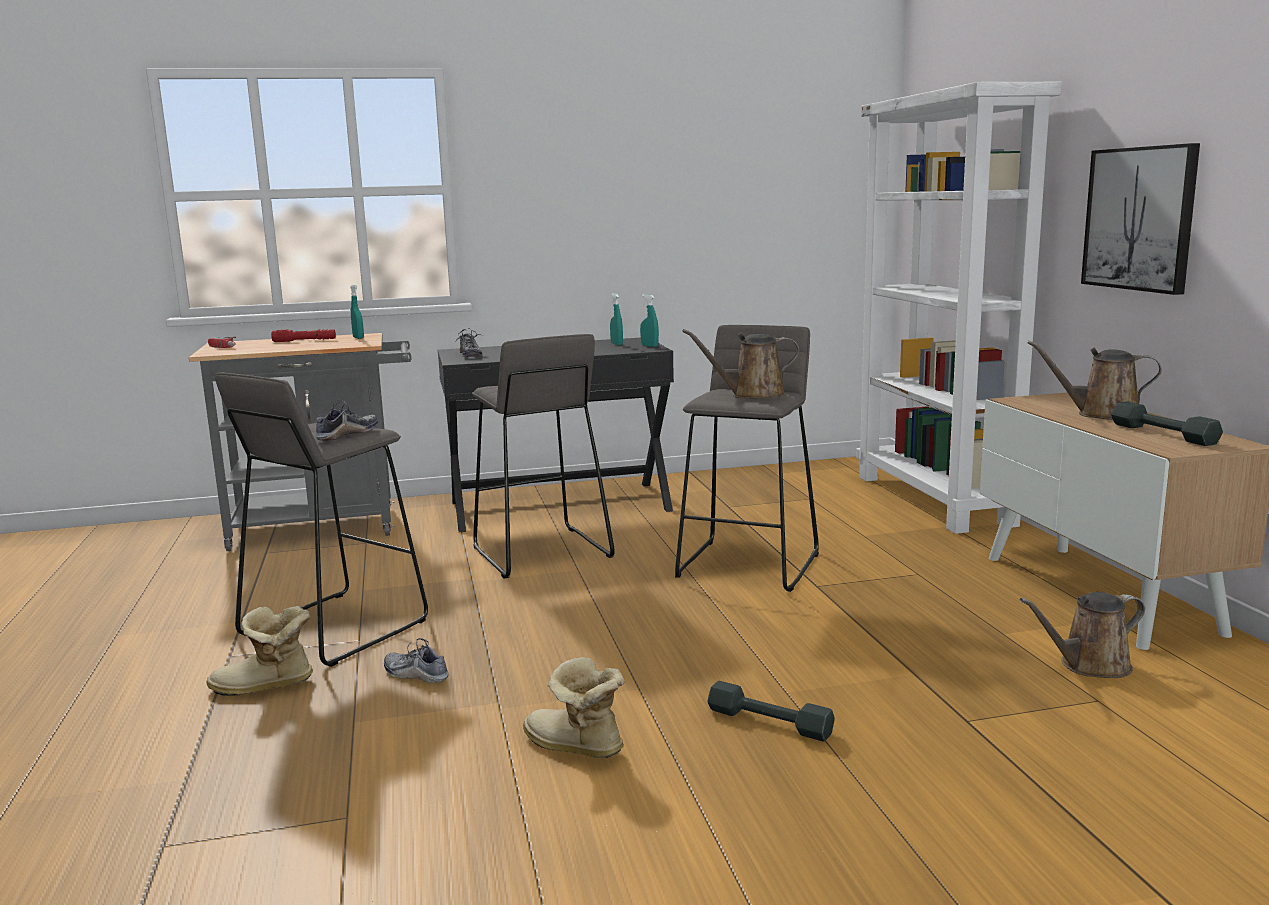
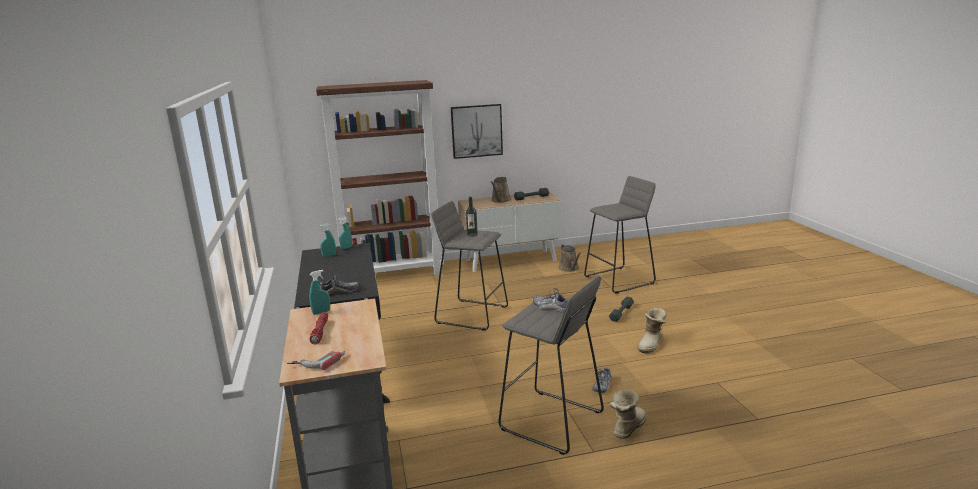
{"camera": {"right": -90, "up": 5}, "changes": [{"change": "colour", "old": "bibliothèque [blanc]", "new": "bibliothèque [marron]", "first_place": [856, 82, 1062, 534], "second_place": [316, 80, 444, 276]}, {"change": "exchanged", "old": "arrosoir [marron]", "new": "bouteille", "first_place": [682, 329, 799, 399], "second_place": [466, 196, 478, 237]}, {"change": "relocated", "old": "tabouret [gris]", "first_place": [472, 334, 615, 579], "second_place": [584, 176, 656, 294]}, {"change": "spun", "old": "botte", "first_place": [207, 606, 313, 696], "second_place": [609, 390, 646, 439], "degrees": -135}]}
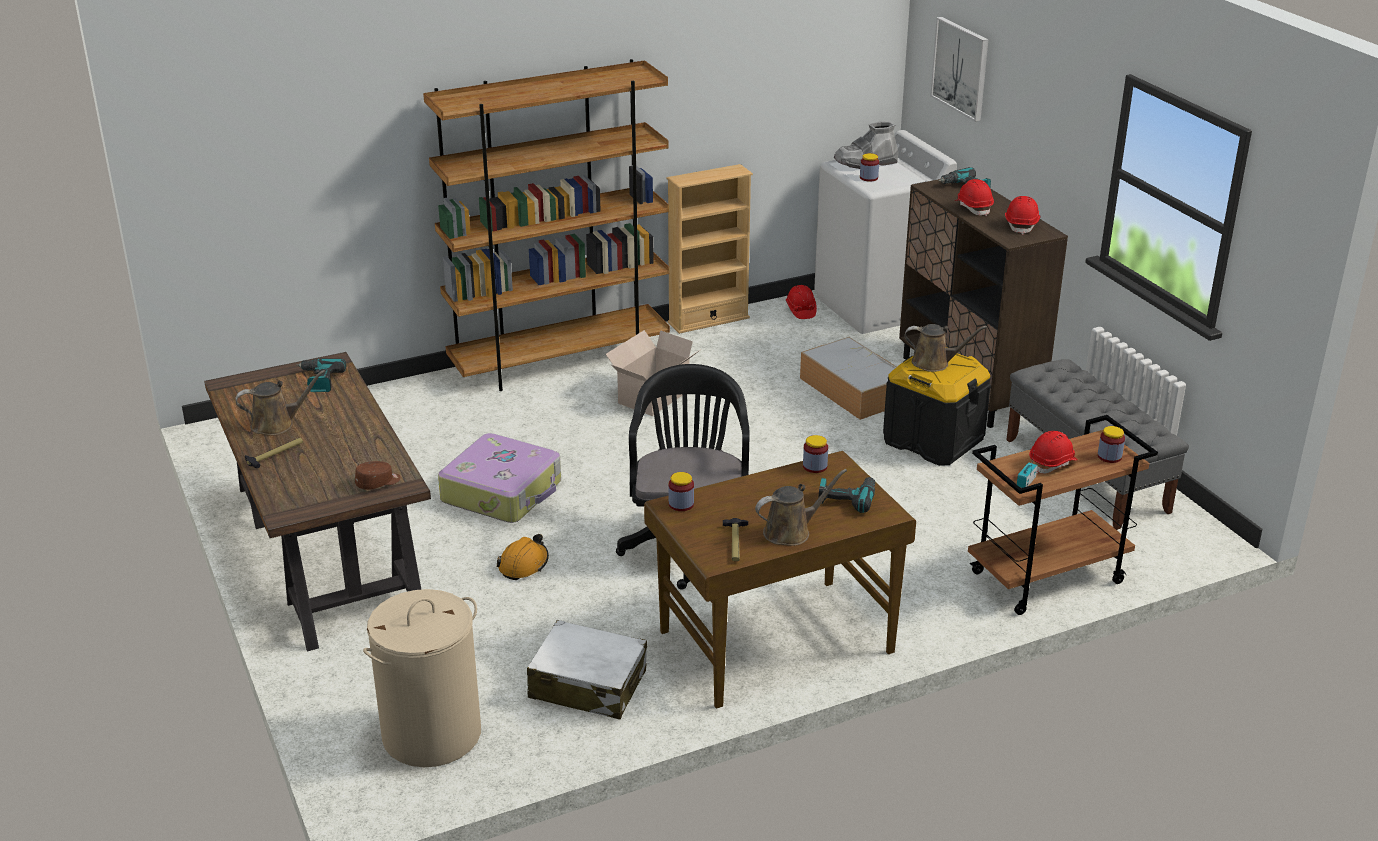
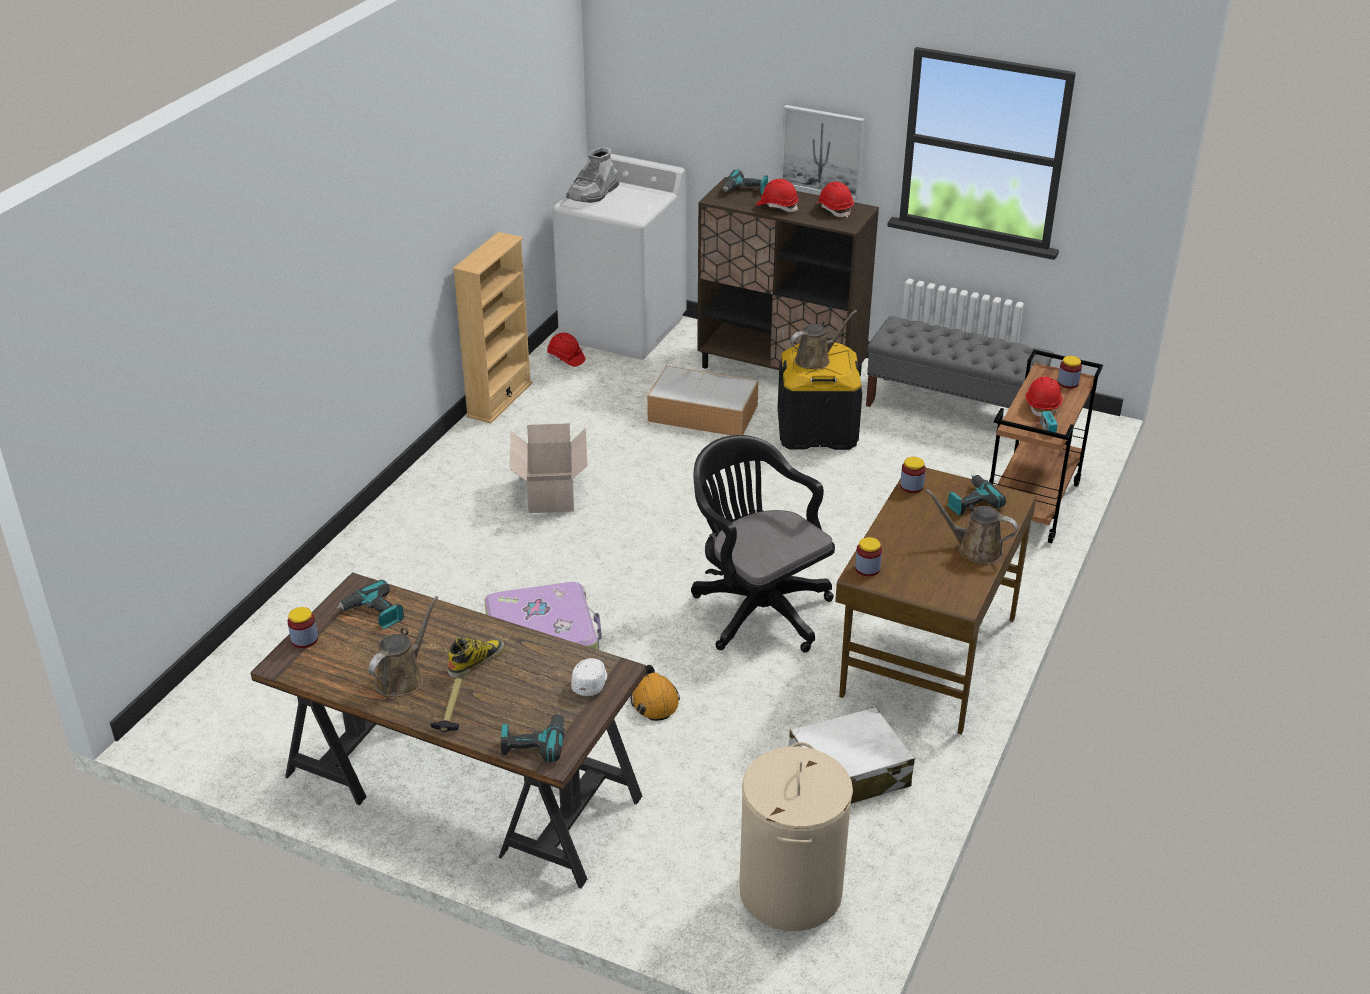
{"camera": {"right": -40, "up": 5}, "changes": [{"change": "relocated", "old": "tableau", "first_place": [930, 17, 988, 122], "second_place": [781, 105, 865, 199]}, {"change": "missing", "old": "bibliothèque [marron]", "first_place": [423, 59, 670, 391]}, {"change": "relocated", "old": "bocal", "first_place": [860, 153, 879, 182], "second_place": [288, 607, 318, 648]}, {"change": "colour", "old": "casquette [marron]", "new": "casquette [blanc]", "first_place": [355, 461, 401, 490], "second_place": [571, 658, 607, 696]}, {"change": "spun", "old": "arrosoir [marron]", "first_place": [755, 469, 847, 546], "second_place": [926, 489, 1018, 564], "degrees": -90}, {"change": "missing", "old": "marteau", "first_place": [723, 518, 748, 561]}, {"change": "appeared", "new": "botte", "second_place": [448, 637, 504, 678]}, {"change": "appeared", "new": "perceuse", "second_place": [501, 712, 565, 762]}]}
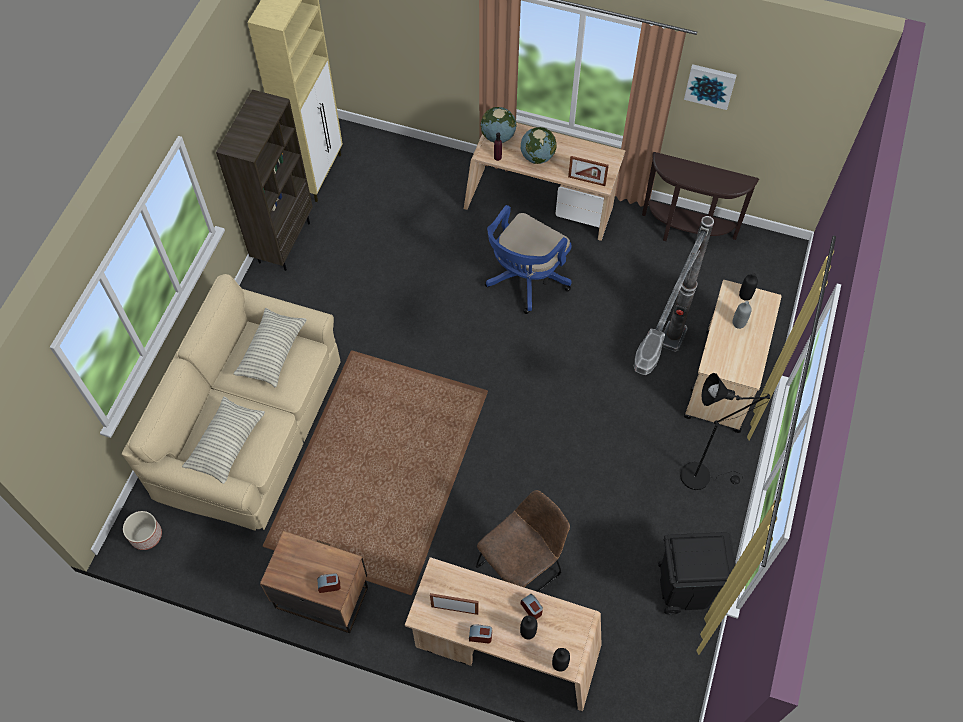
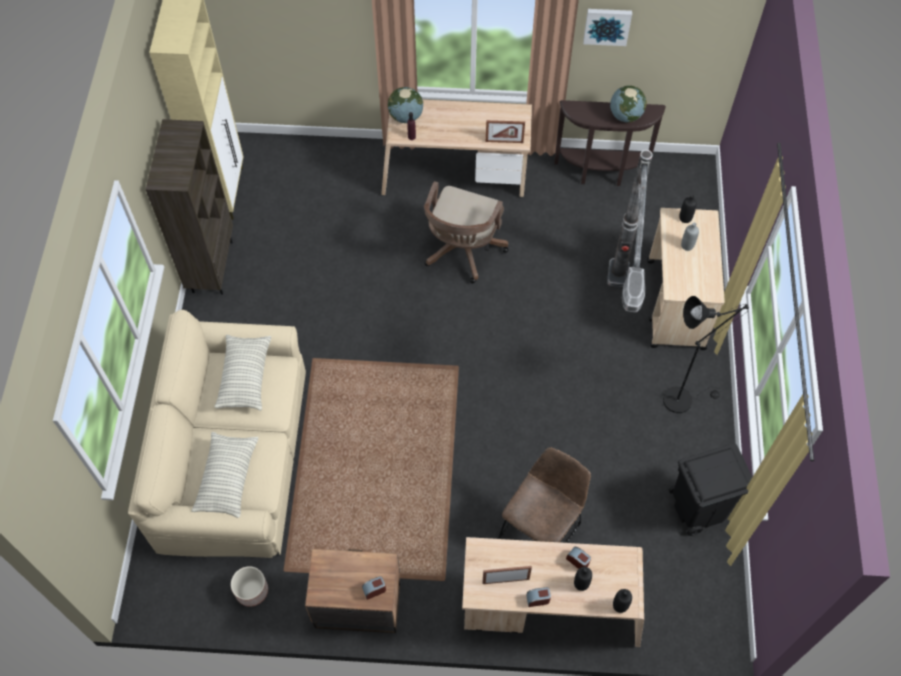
{"camera": {"right": -15, "up": 0}, "changes": [{"change": "relocated", "old": "globe", "first_place": [521, 127, 557, 164], "second_place": [610, 85, 647, 123]}, {"change": "colour", "old": "chaise de bureau [bleu]", "new": "chaise de bureau [marron]", "first_place": [485, 205, 572, 314], "second_place": [424, 181, 508, 284]}, {"change": "relocated", "old": "cache-pot", "first_place": [123, 511, 162, 550], "second_place": [231, 566, 268, 607]}]}
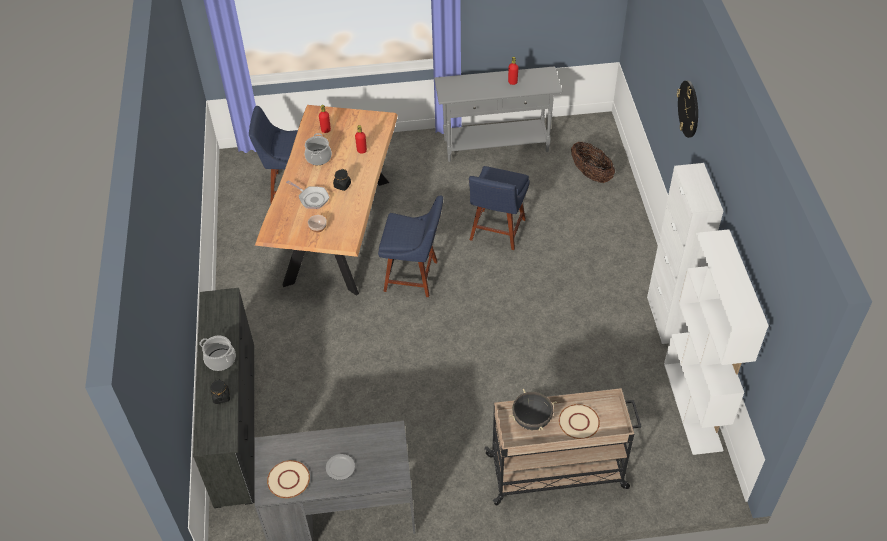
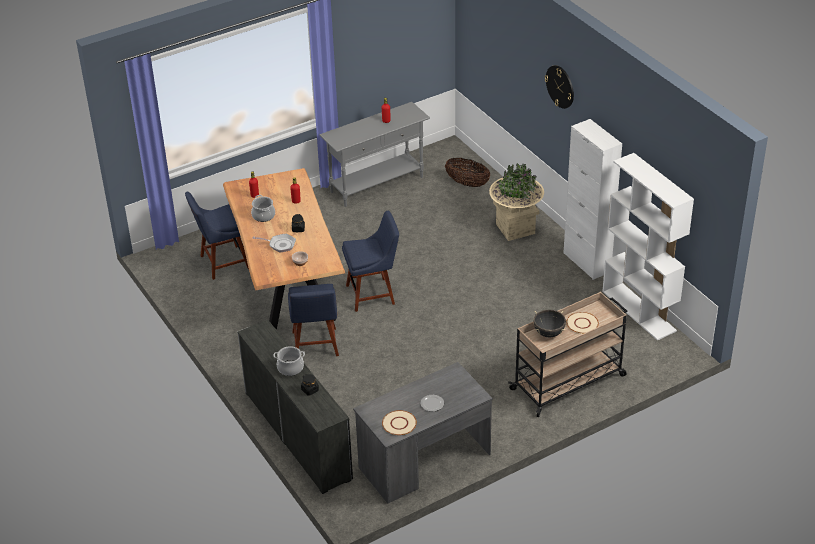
{"camera": {"right": -25, "up": -10}, "changes": [{"change": "relocated", "old": "chaise [bleu]", "first_place": [469, 166, 530, 250], "second_place": [288, 284, 339, 356]}, {"change": "appeared", "new": "cache-pot [beige]", "second_place": [489, 163, 544, 241]}]}
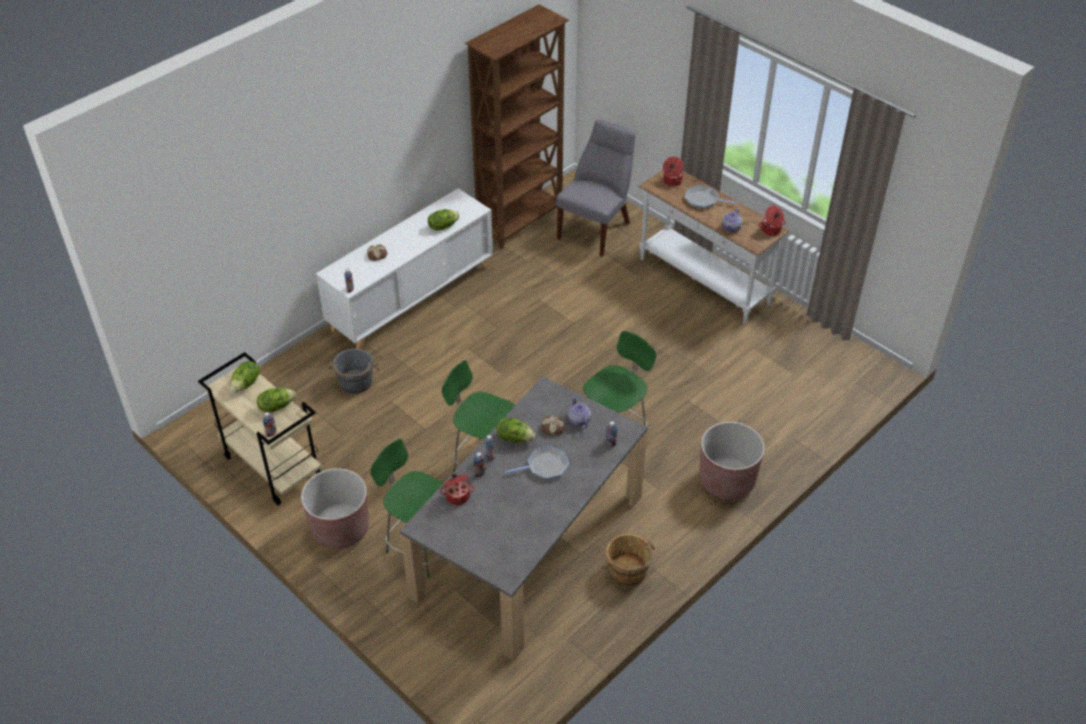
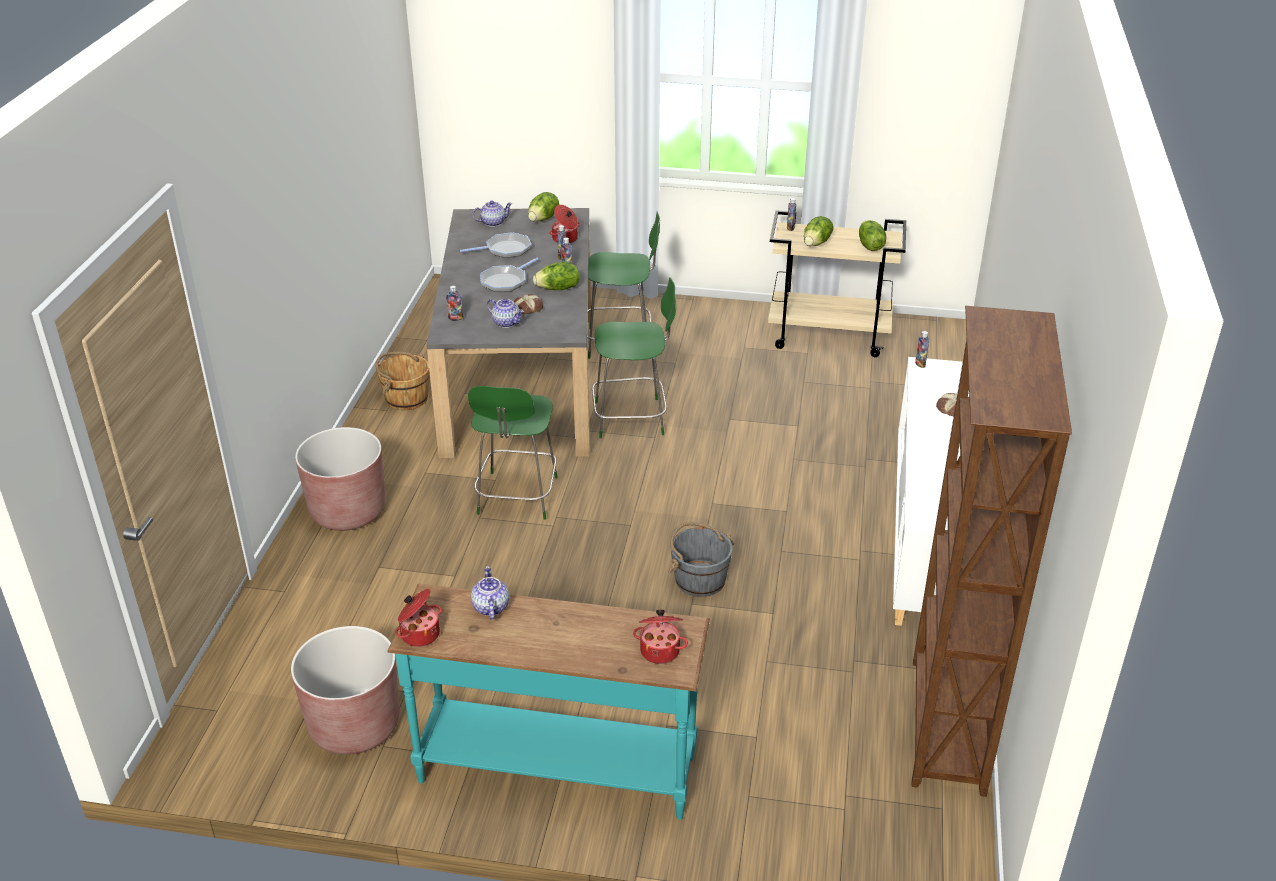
{"camera": {"right": 145, "up": -10}, "changes": [{"change": "missing", "old": "chaise [gris]", "first_place": [556, 120, 635, 257]}, {"change": "colour", "old": "table console [blanc]", "new": "table console [turquoise]", "first_place": [638, 170, 789, 324], "second_place": [387, 584, 710, 820]}, {"change": "relocated", "old": "poêle", "first_place": [685, 185, 738, 209], "second_place": [460, 232, 531, 258]}, {"change": "relocated", "old": "laitue", "first_place": [428, 209, 460, 230], "second_place": [528, 192, 559, 221]}, {"change": "relocated", "old": "seau [gris]", "first_place": [328, 349, 380, 394], "second_place": [668, 522, 734, 597]}, {"change": "relocated", "old": "cache-pot [marron]", "first_place": [301, 468, 369, 549], "second_place": [291, 626, 399, 755]}, {"change": "appeared", "new": "théière", "second_place": [472, 200, 512, 227]}]}
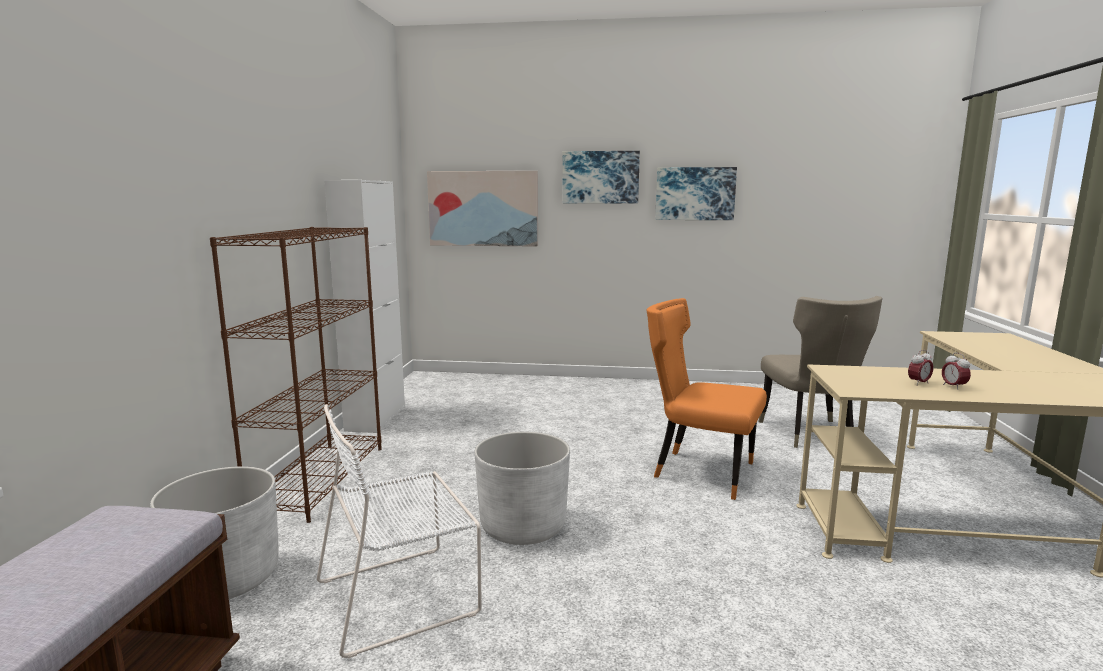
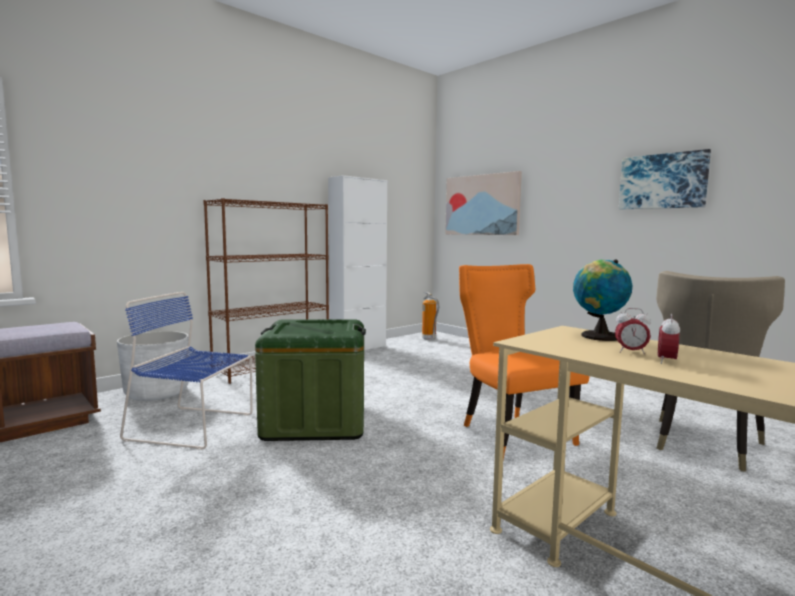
{"camera": {"right": 40, "up": -5}, "changes": [{"change": "missing", "old": "tableau", "first_place": [562, 151, 640, 204]}, {"change": "colour", "old": "chaise [blanc]", "new": "chaise [bleu]", "first_place": [317, 404, 482, 659], "second_place": [120, 292, 253, 450]}, {"change": "exchanged", "old": "cache-pot [blanc]", "new": "boîte de rangement [vert]", "first_place": [474, 432, 570, 545], "second_place": [255, 320, 366, 441]}, {"change": "appeared", "new": "globe", "second_place": [573, 259, 632, 341]}, {"change": "appeared", "new": "extincteur", "second_place": [422, 292, 439, 340]}]}
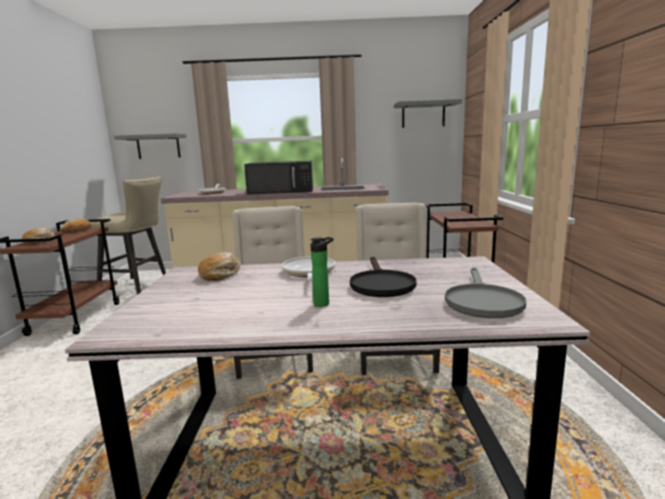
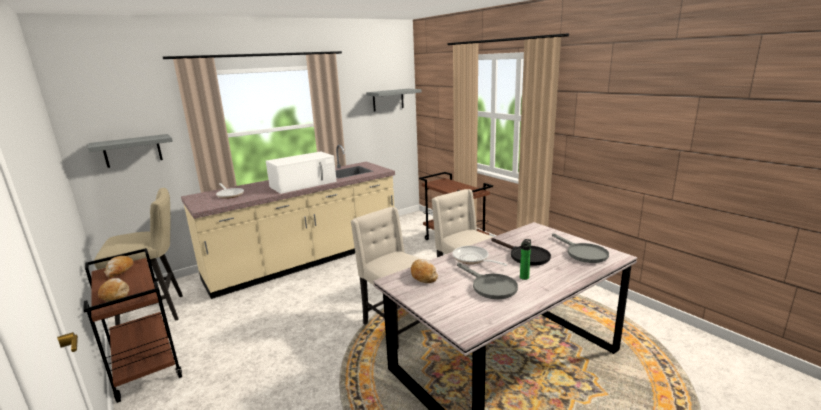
{"camera": {"right": -35, "up": 5}, "changes": [{"change": "colour", "old": "micro-ondes [noir]", "new": "micro-ondes [blanc]", "first_place": [244, 161, 313, 195], "second_place": [266, 151, 337, 194]}, {"change": "appeared", "new": "poêle [gris]", "second_place": [457, 263, 518, 299]}]}
